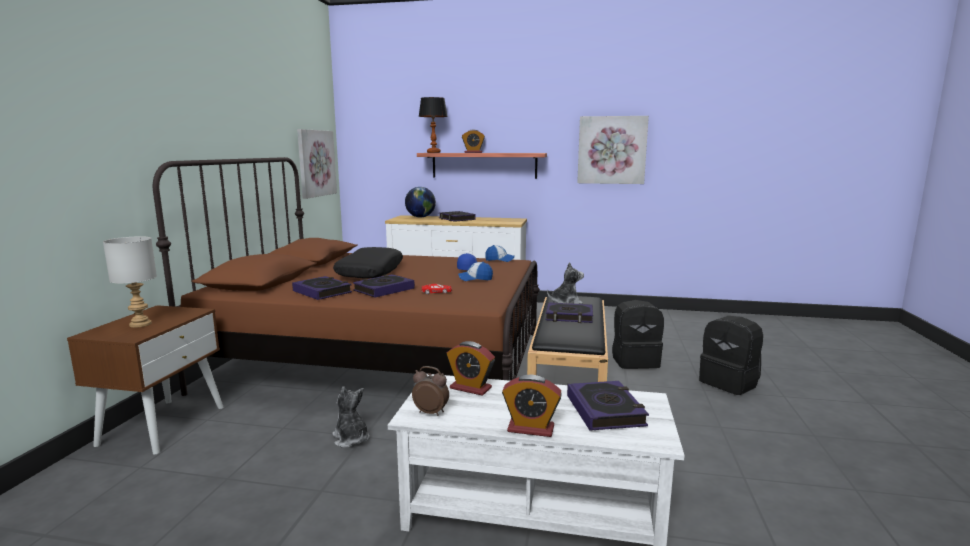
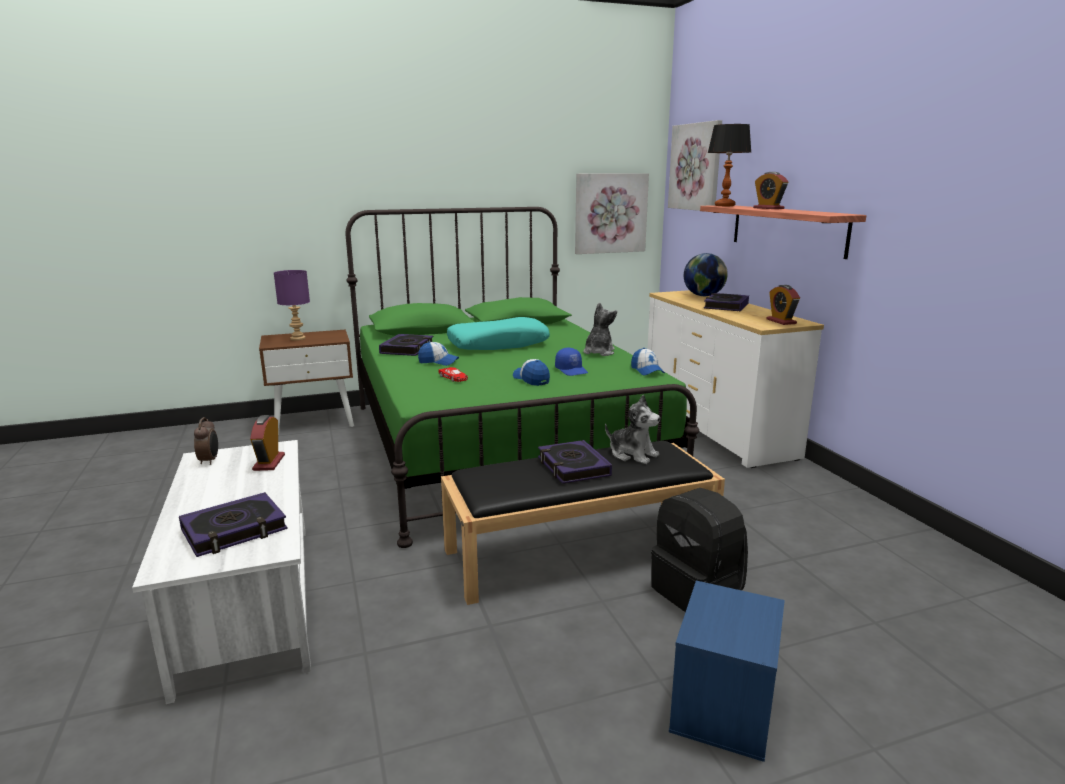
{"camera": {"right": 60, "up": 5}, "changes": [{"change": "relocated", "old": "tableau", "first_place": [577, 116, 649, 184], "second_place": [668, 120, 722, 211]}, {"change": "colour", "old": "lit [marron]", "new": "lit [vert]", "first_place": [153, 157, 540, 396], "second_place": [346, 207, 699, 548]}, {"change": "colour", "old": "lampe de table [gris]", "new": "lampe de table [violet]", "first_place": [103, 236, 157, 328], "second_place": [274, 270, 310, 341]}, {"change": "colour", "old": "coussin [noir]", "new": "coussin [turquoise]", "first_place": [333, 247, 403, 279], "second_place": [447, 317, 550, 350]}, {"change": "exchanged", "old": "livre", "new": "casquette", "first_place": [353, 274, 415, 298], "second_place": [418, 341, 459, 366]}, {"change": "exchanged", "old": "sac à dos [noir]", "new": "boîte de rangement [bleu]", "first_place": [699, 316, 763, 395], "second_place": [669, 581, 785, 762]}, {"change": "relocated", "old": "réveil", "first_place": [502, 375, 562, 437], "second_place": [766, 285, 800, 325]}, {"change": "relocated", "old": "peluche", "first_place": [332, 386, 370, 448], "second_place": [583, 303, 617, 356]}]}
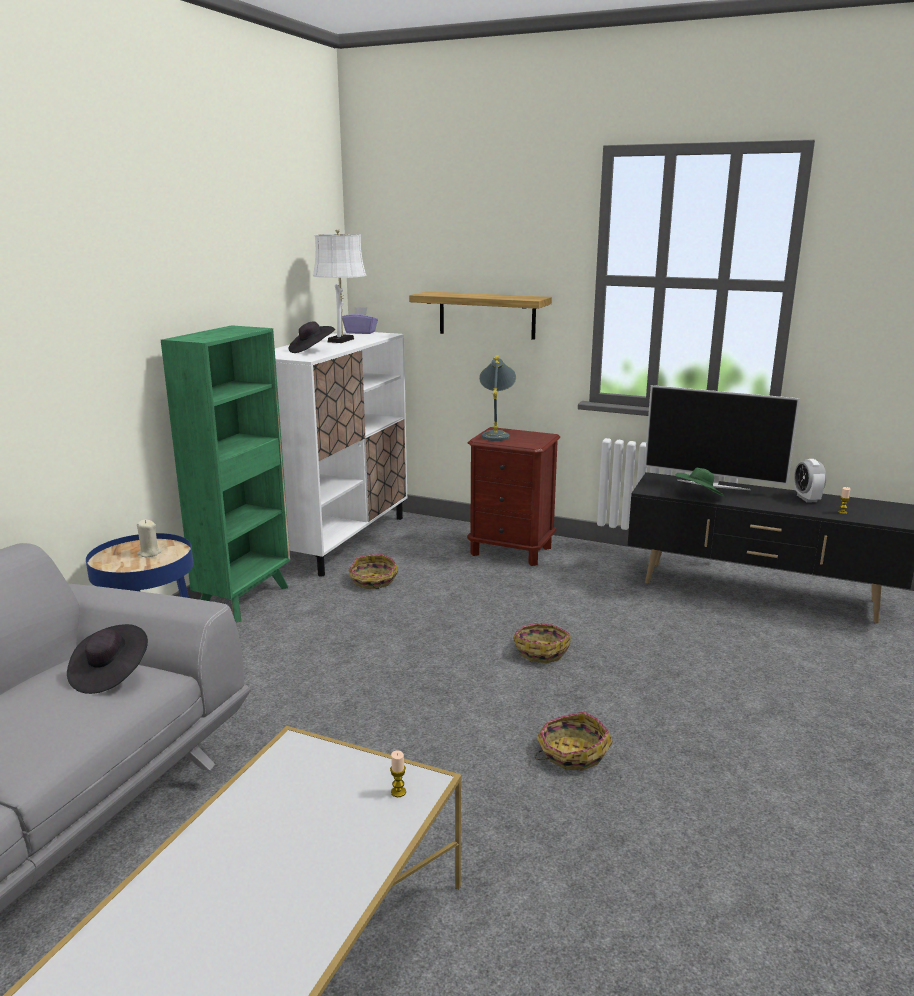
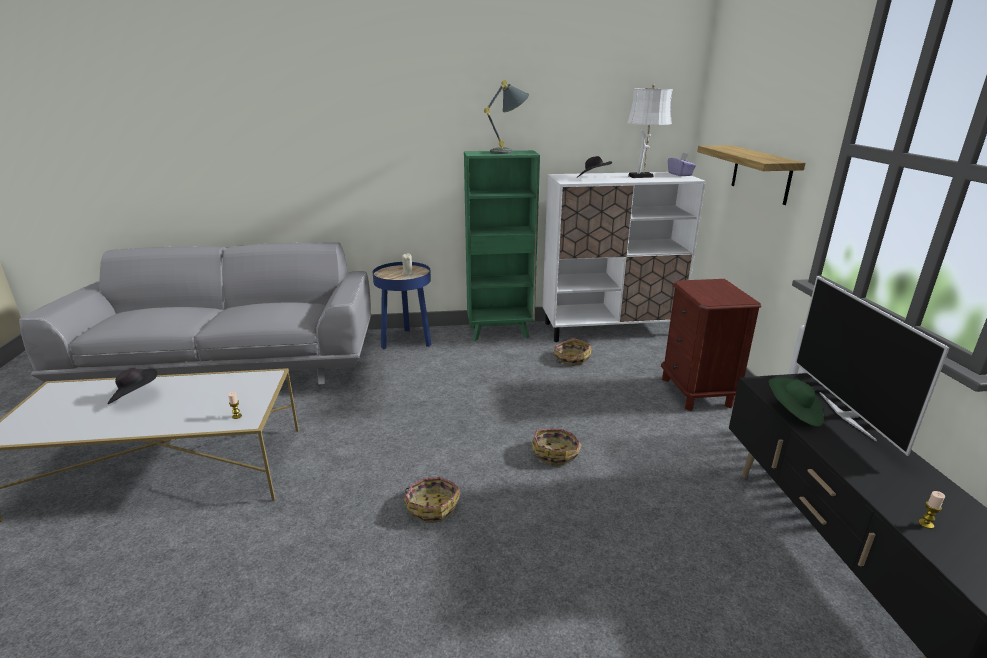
{"camera": {"right": 60, "up": 5}, "changes": [{"change": "relocated", "old": "lampe de table [gris]", "first_place": [479, 356, 516, 441], "second_place": [484, 80, 529, 154]}, {"change": "missing", "old": "réveil", "first_place": [794, 459, 826, 503]}, {"change": "relocated", "old": "chapeau [noir]", "first_place": [67, 624, 148, 694], "second_place": [108, 368, 157, 404]}]}
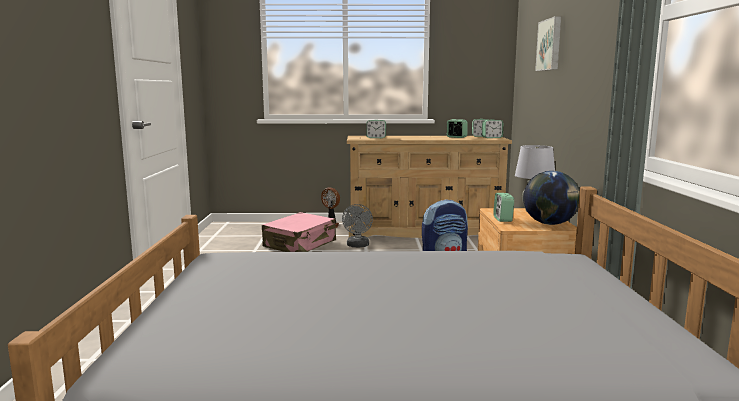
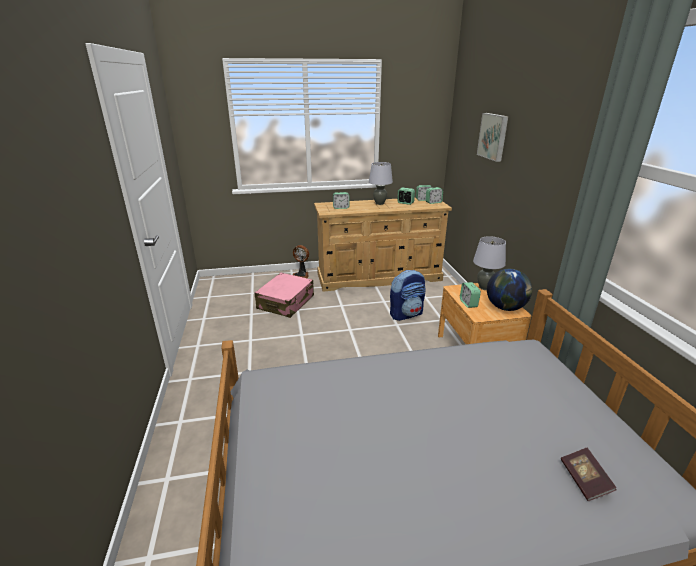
{"camera": {"right": -10, "up": 15}, "changes": [{"change": "missing", "old": "ventilateur [gris]", "first_place": [342, 204, 373, 247]}, {"change": "appeared", "new": "lampe de table [gris]", "second_place": [369, 162, 393, 205]}, {"change": "appeared", "new": "livre", "second_place": [561, 448, 617, 502]}]}
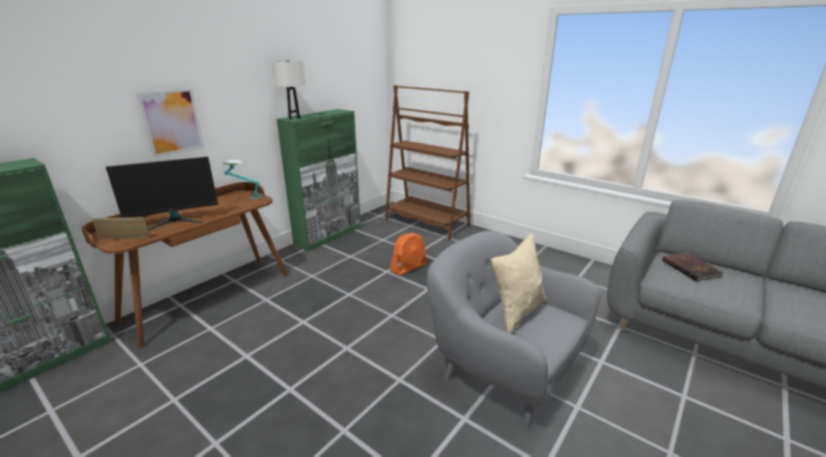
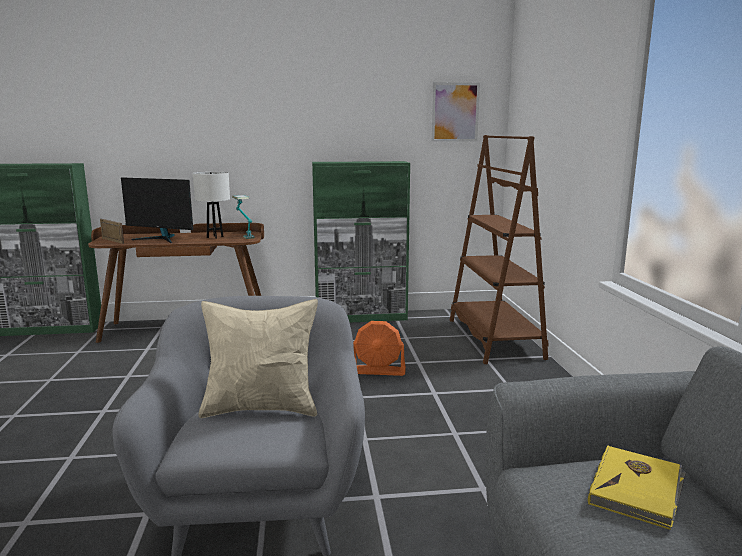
{"camera": {"right": 45, "up": -10}, "changes": [{"change": "relocated", "old": "lampe de table [blanc]", "first_place": [272, 60, 306, 120], "second_place": [193, 172, 230, 239]}, {"change": "relocated", "old": "tableau", "first_place": [136, 88, 204, 157], "second_place": [431, 82, 480, 142]}, {"change": "colour", "old": "livre [marron]", "new": "livre [jaune]", "first_place": [662, 253, 723, 281], "second_place": [588, 446, 686, 530]}]}
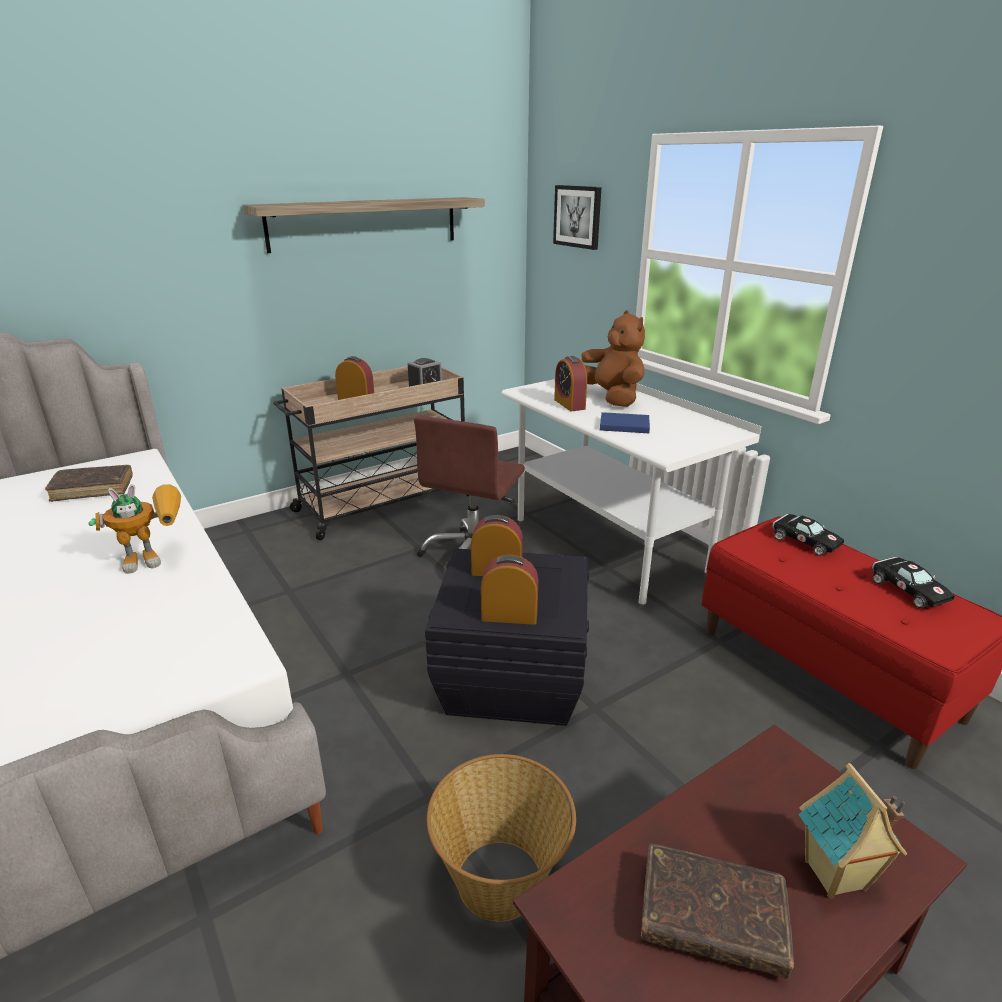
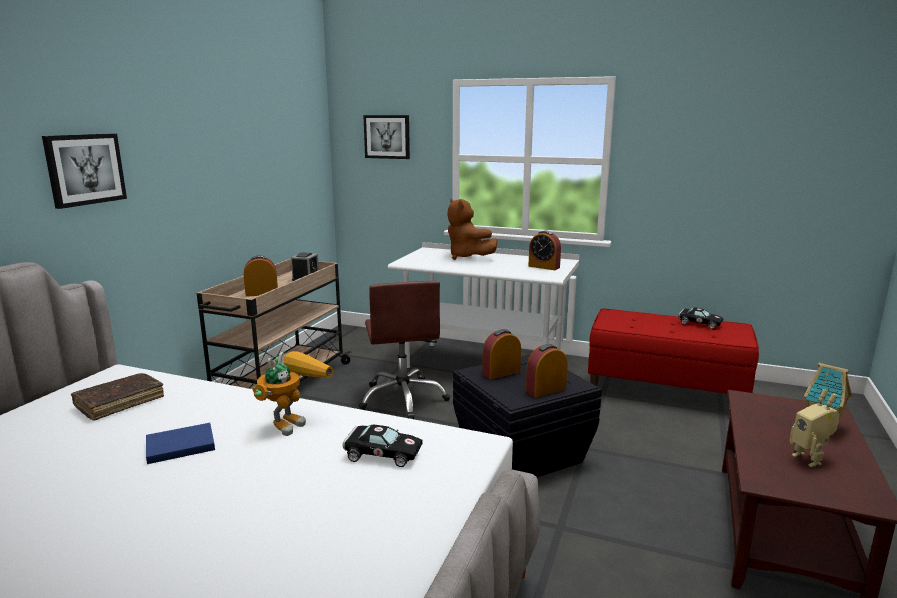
{"camera": {"right": -35, "up": -10}, "changes": [{"change": "missing", "old": "étagère", "first_place": [242, 197, 485, 253]}, {"change": "spun", "old": "peluche [marron]", "first_place": [582, 310, 645, 407], "second_place": [447, 199, 498, 260], "degrees": -150}, {"change": "relocated", "old": "réveil", "first_place": [554, 356, 587, 411], "second_place": [528, 230, 561, 270]}, {"change": "relocated", "old": "livre [bleu]", "first_place": [600, 412, 650, 433], "second_place": [146, 423, 215, 464]}, {"change": "relocated", "old": "petite voiture [noir]", "first_place": [772, 514, 844, 556], "second_place": [343, 424, 422, 467]}, {"change": "missing", "old": "panier", "first_place": [427, 754, 576, 922]}, {"change": "exchanged", "old": "livre [marron]", "new": "robot jouet", "first_place": [641, 844, 794, 979], "second_place": [790, 389, 840, 467]}, {"change": "appeared", "new": "tableau", "second_place": [42, 134, 127, 209]}]}
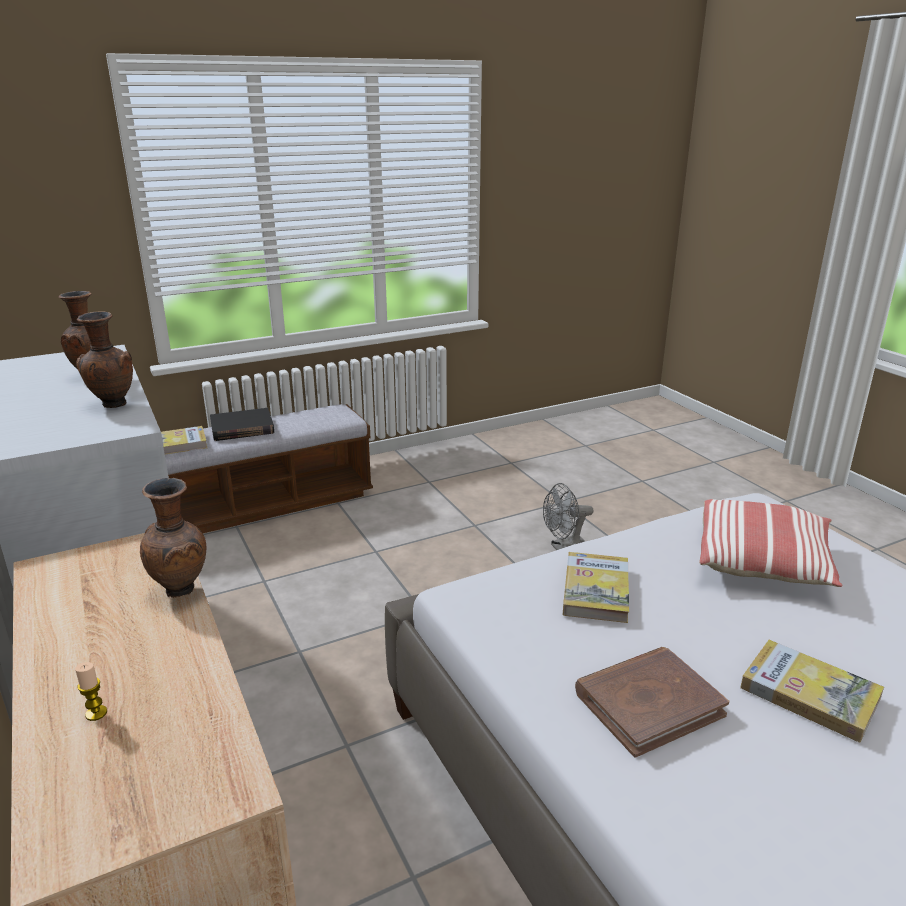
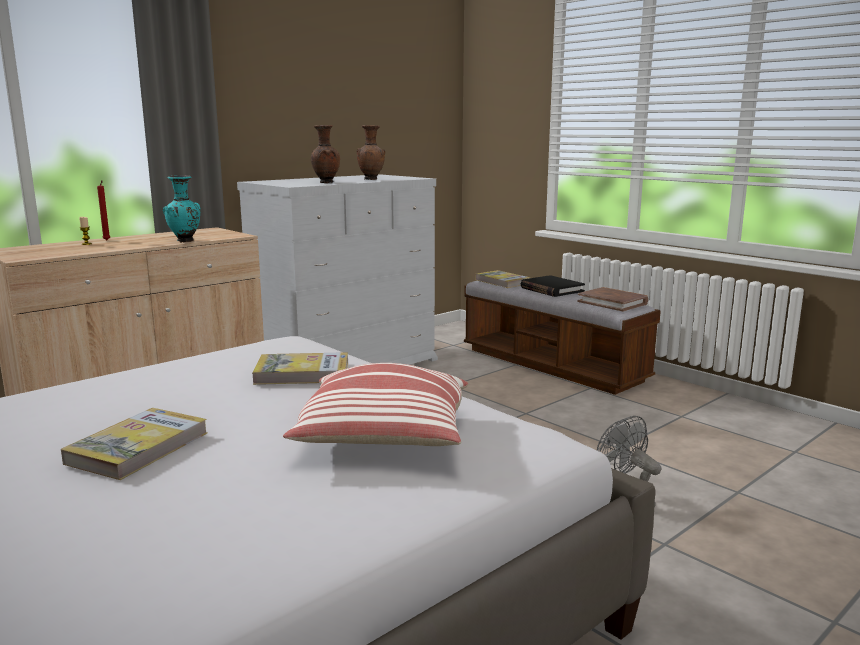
{"camera": {"right": 75, "up": -10}, "changes": [{"change": "colour", "old": "vase [marron]", "new": "vase [turquoise]", "first_place": [140, 478, 206, 598], "second_place": [163, 175, 201, 243]}, {"change": "relocated", "old": "livre [marron]", "first_place": [575, 647, 729, 758], "second_place": [577, 287, 648, 311]}, {"change": "appeared", "new": "bougie [rouge]", "second_place": [97, 180, 110, 240]}]}
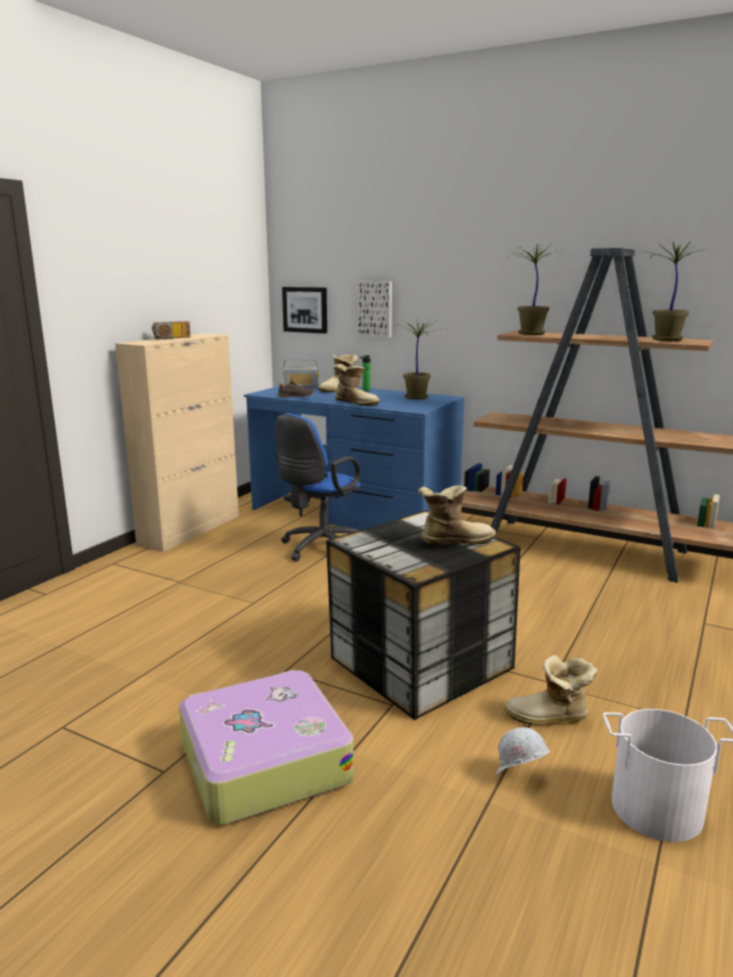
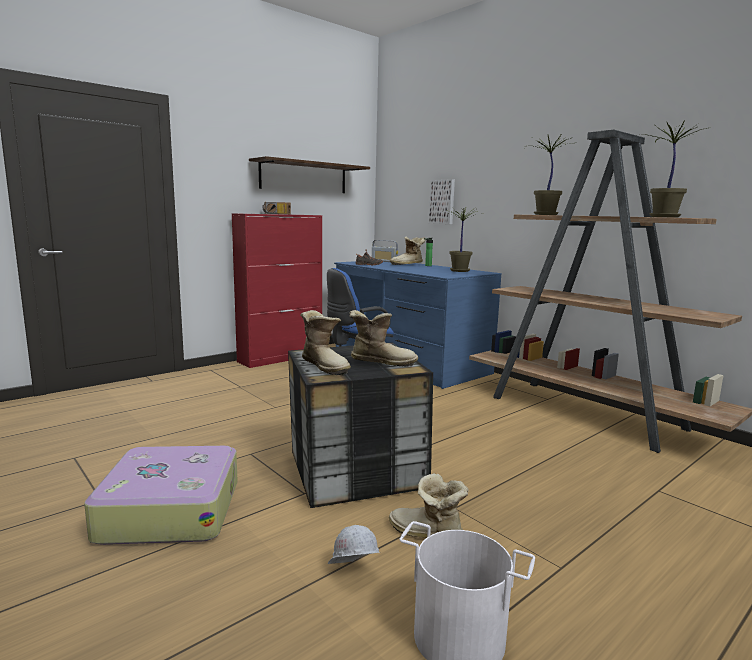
{"camera": {"right": 20, "up": -5}, "changes": [{"change": "missing", "old": "tableau", "first_place": [282, 287, 327, 334]}, {"change": "colour", "old": "meuble de rangement [beige]", "new": "meuble de rangement [rouge]", "first_place": [115, 333, 239, 552], "second_place": [232, 213, 322, 368]}, {"change": "relocated", "old": "botte", "first_place": [333, 364, 380, 407], "second_place": [300, 310, 351, 375]}, {"change": "appeared", "new": "étagère", "second_place": [249, 156, 370, 193]}]}
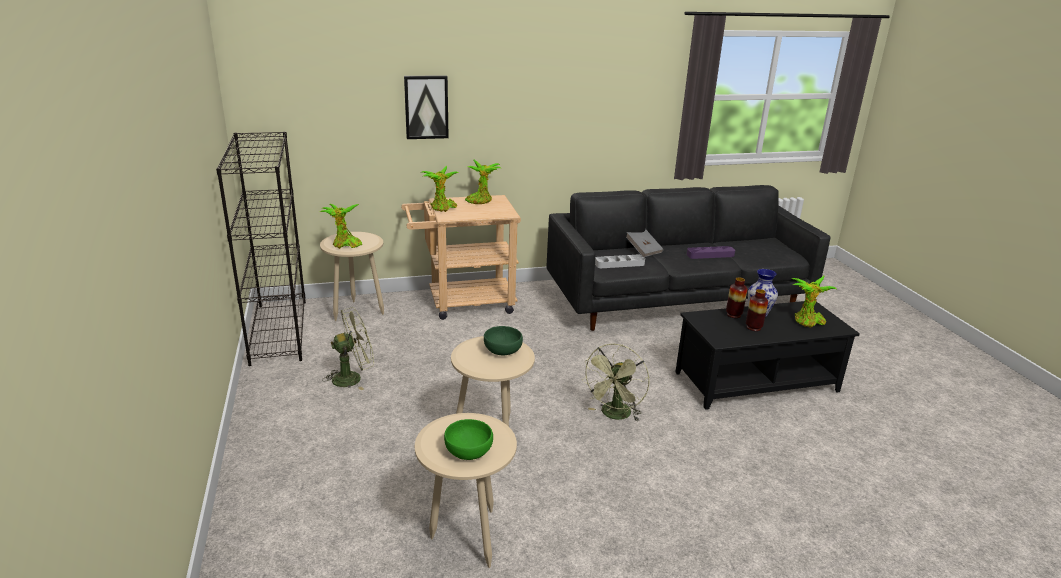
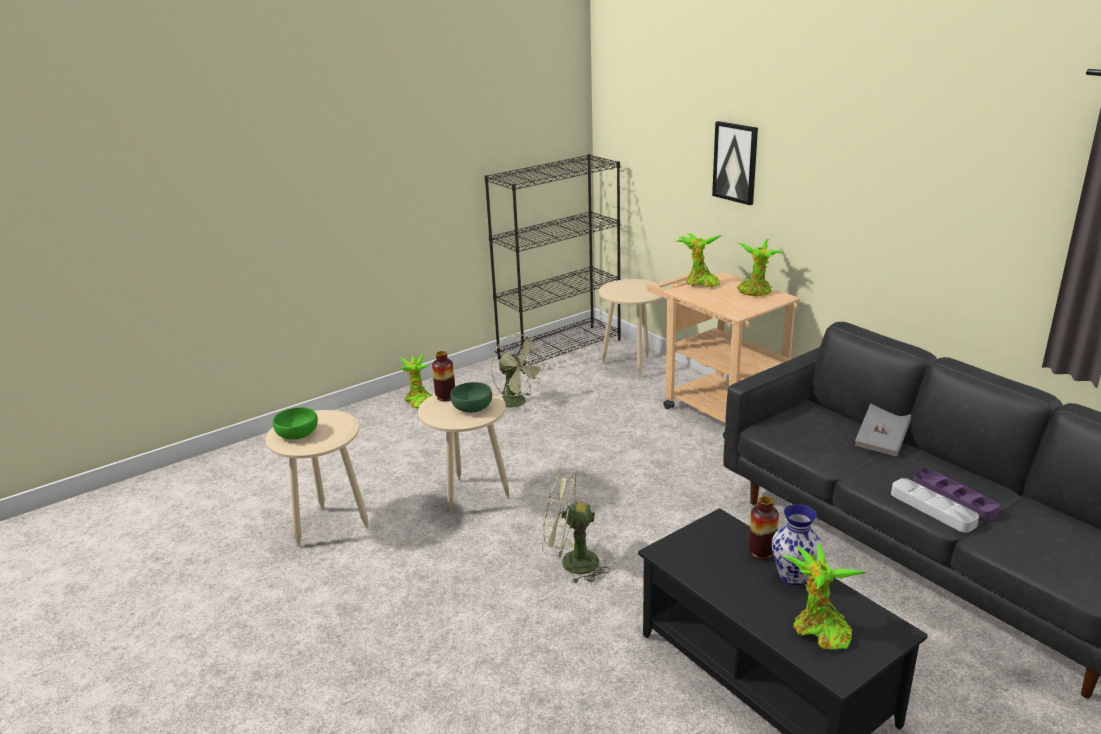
{"camera": {"right": 70, "up": 0}, "changes": [{"change": "relocated", "old": "plante en pot", "first_place": [320, 204, 362, 249], "second_place": [397, 355, 432, 408]}, {"change": "relocated", "old": "plateau [gris]", "first_place": [595, 255, 645, 268], "second_place": [891, 478, 979, 533]}, {"change": "relocated", "old": "vase", "first_place": [746, 289, 768, 331], "second_place": [432, 351, 455, 402]}]}
